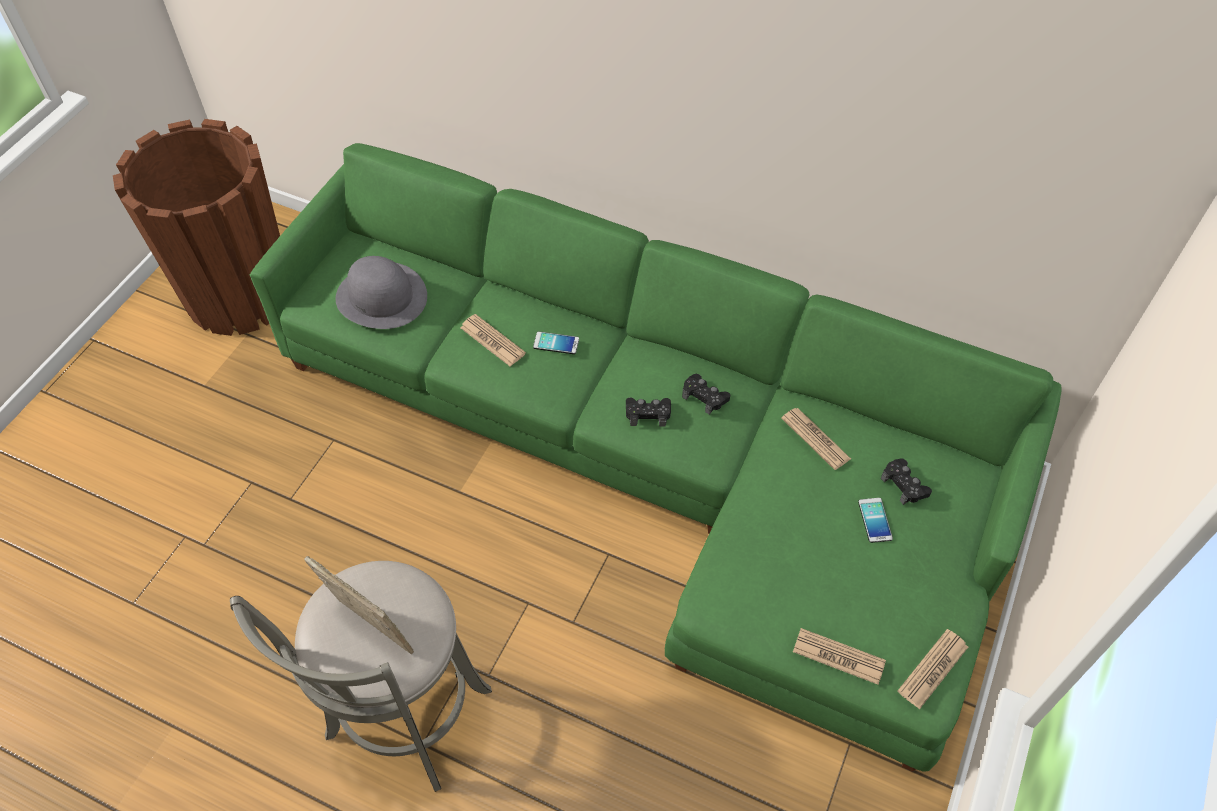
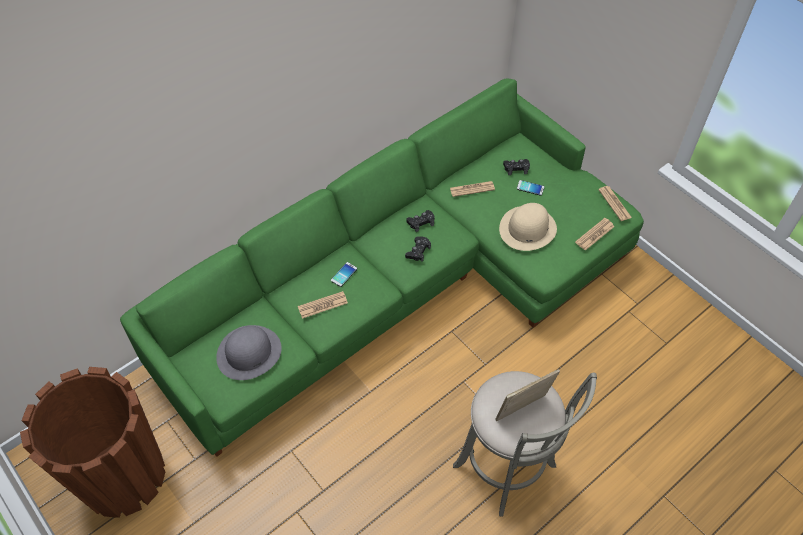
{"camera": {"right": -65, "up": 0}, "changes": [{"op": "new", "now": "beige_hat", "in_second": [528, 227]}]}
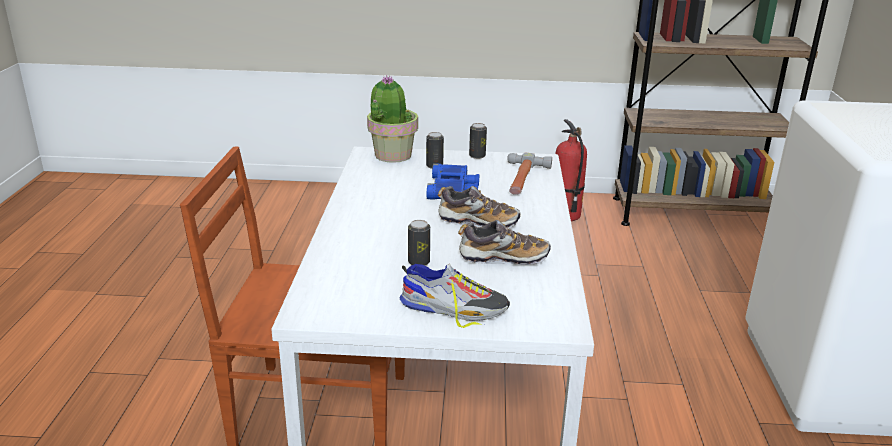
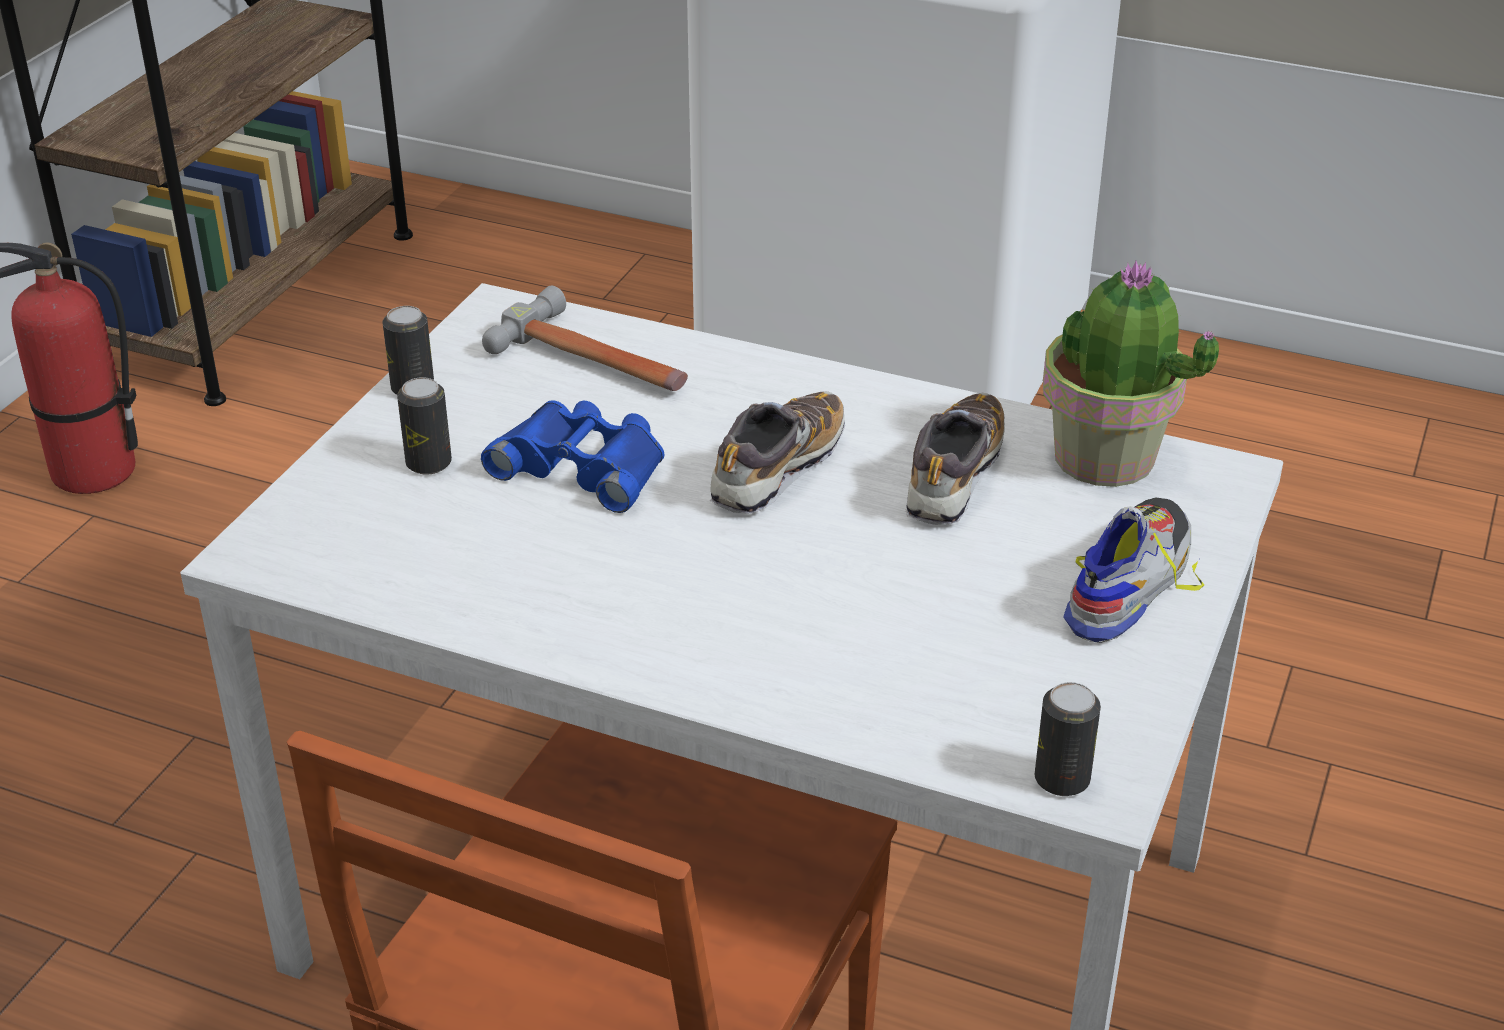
{"camera": {"right": -70, "up": 10}, "changes": [{"op": "shifted", "was": "potted_plant", "in_first": [392, 119], "in_second": [1131, 374]}, {"op": "shifted", "was": "can", "in_first": [419, 243], "in_second": [1068, 739]}]}
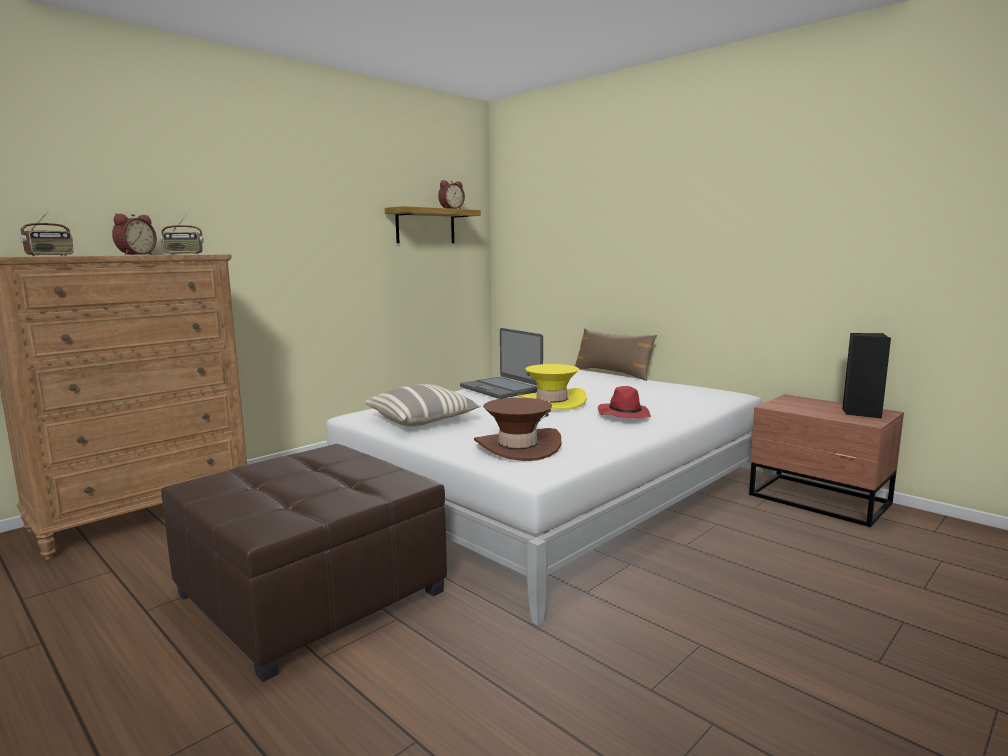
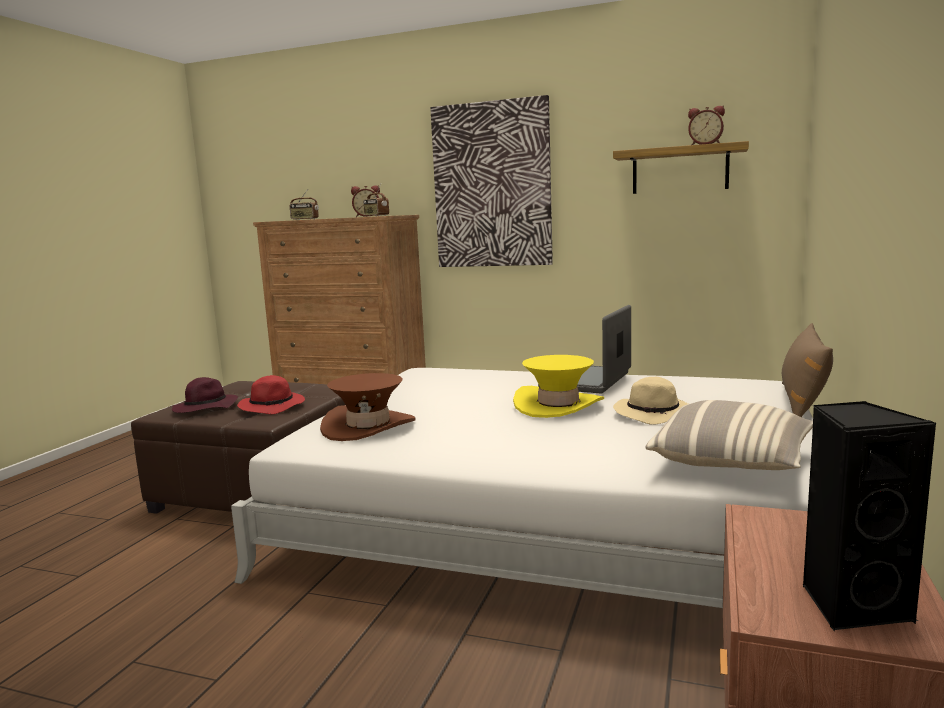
{"camera": {"right": 65, "up": 0}, "changes": [{"op": "new", "now": "purple_hat", "in_second": [205, 395]}, {"op": "new", "now": "picture", "in_second": [491, 181]}, {"op": "new", "now": "beige_hat", "in_second": [650, 401]}, {"op": "shifted", "was": "pillow", "in_first": [423, 405], "in_second": [729, 435]}, {"op": "shifted", "was": "red_hat", "in_first": [624, 402], "in_second": [271, 395]}]}
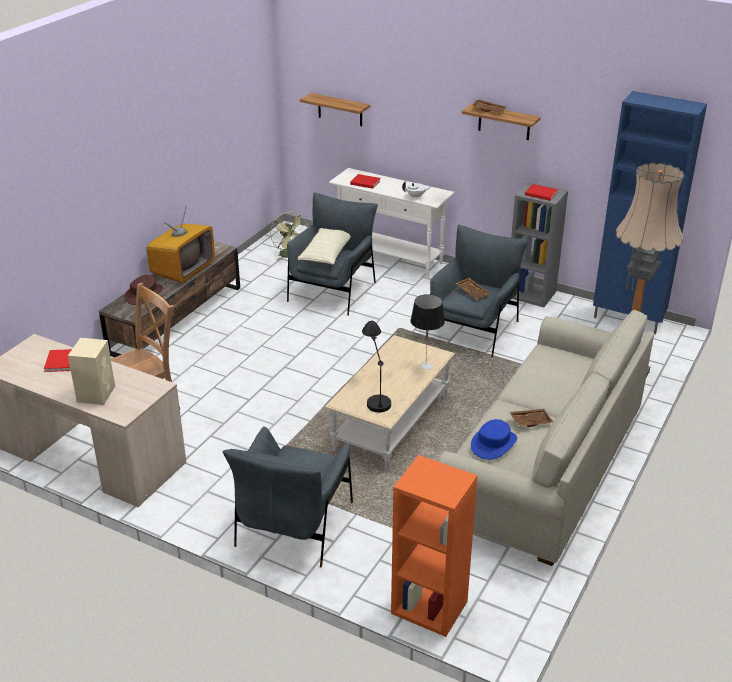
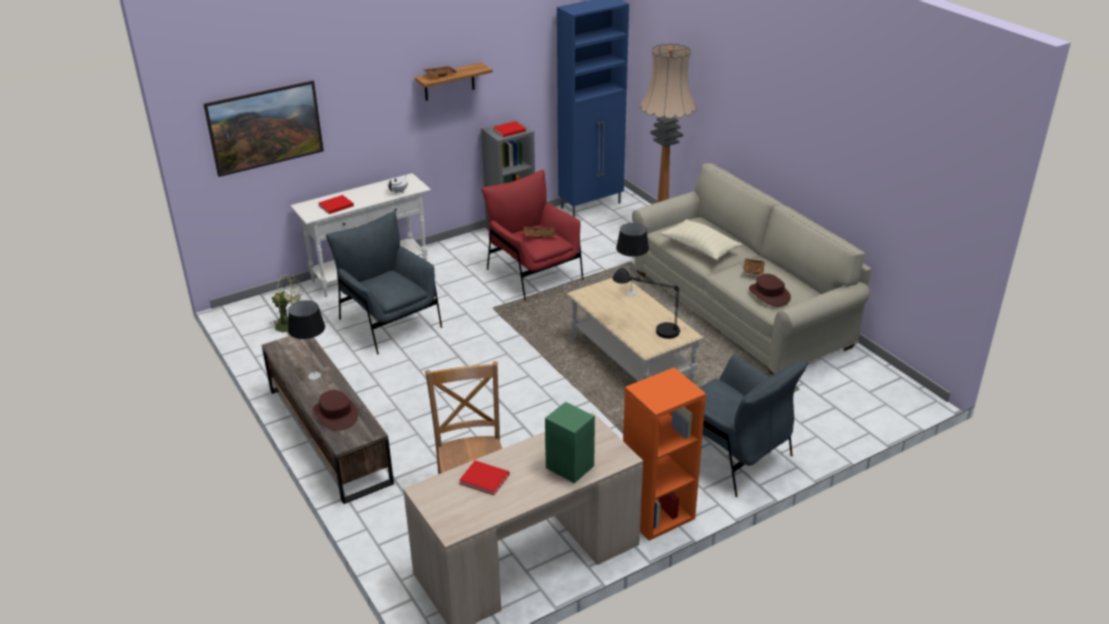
{"camera": {"right": -60, "up": 0}, "changes": [{"op": "shifted", "was": "beige_pillow", "in_first": [324, 246], "in_second": [701, 240]}, {"op": "shifted", "was": "orange_bookcase", "in_first": [434, 546], "in_second": [664, 454]}, {"op": "swapped", "was": "television", "now": "table_lamp", "in_first": [181, 244], "in_second": [306, 340]}, {"op": "swapped", "was": "shelf", "now": "picture", "in_first": [335, 109], "in_second": [263, 129]}, {"op": "repainted", "was": "beige_speaker", "now": "green_speaker", "in_first": [91, 371], "in_second": [570, 442]}, {"op": "repainted", "was": "grey_armchair", "now": "red_armchair", "in_first": [477, 290], "in_second": [532, 235]}, {"op": "repainted", "was": "blue_hat", "now": "brown_hat", "in_first": [494, 439], "in_second": [770, 290]}]}
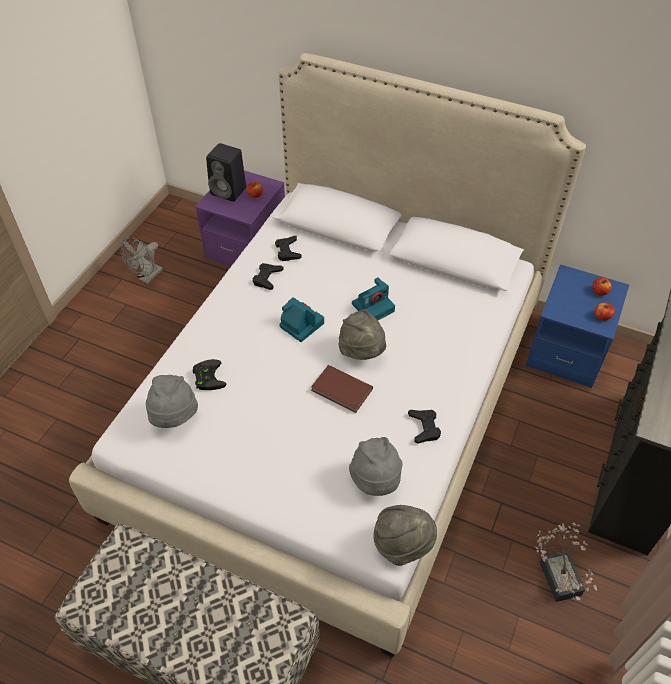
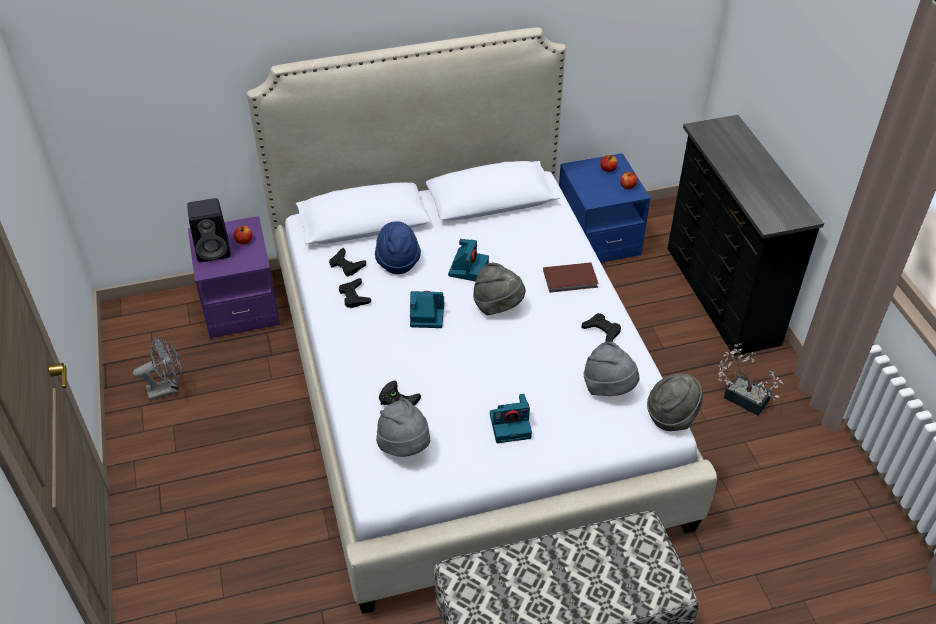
{"camera": {"right": -40, "up": -5}, "changes": [{"op": "new", "now": "blue_hat", "in_second": [398, 247]}, {"op": "new", "now": "photo_camera", "in_second": [511, 418]}, {"op": "shifted", "was": "brown_book", "in_first": [342, 389], "in_second": [571, 277]}, {"op": "rotated", "was": "grey_fan", "in_first": [142, 260], "in_second": [157, 368], "clockwise": -105}]}
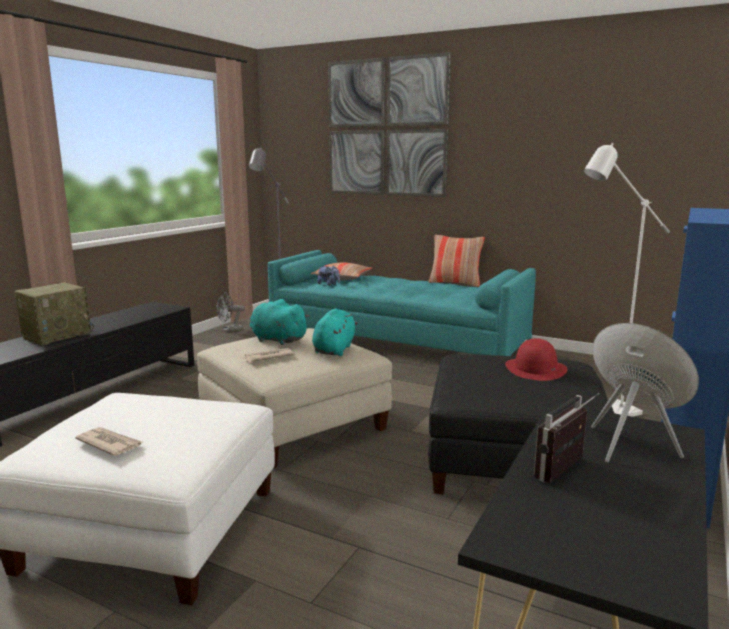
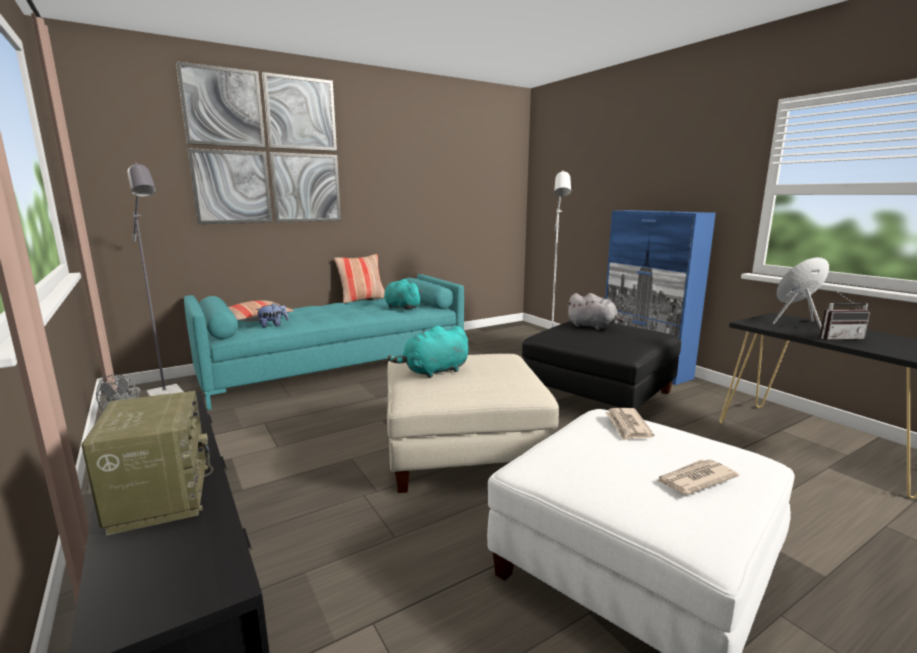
{"camera": {"right": -60, "up": 0}, "changes": [{"op": "shifted", "was": "newspaper", "in_first": [269, 355], "in_second": [629, 424]}, {"op": "shifted", "was": "turquoise_plush_toy", "in_first": [335, 332], "in_second": [403, 294]}, {"op": "swapped", "was": "red_hat", "now": "grey_plush_toy", "in_first": [536, 359], "in_second": [595, 311]}, {"op": "rotated", "was": "radio", "in_first": [566, 438], "in_second": [845, 315], "clockwise": -75}]}
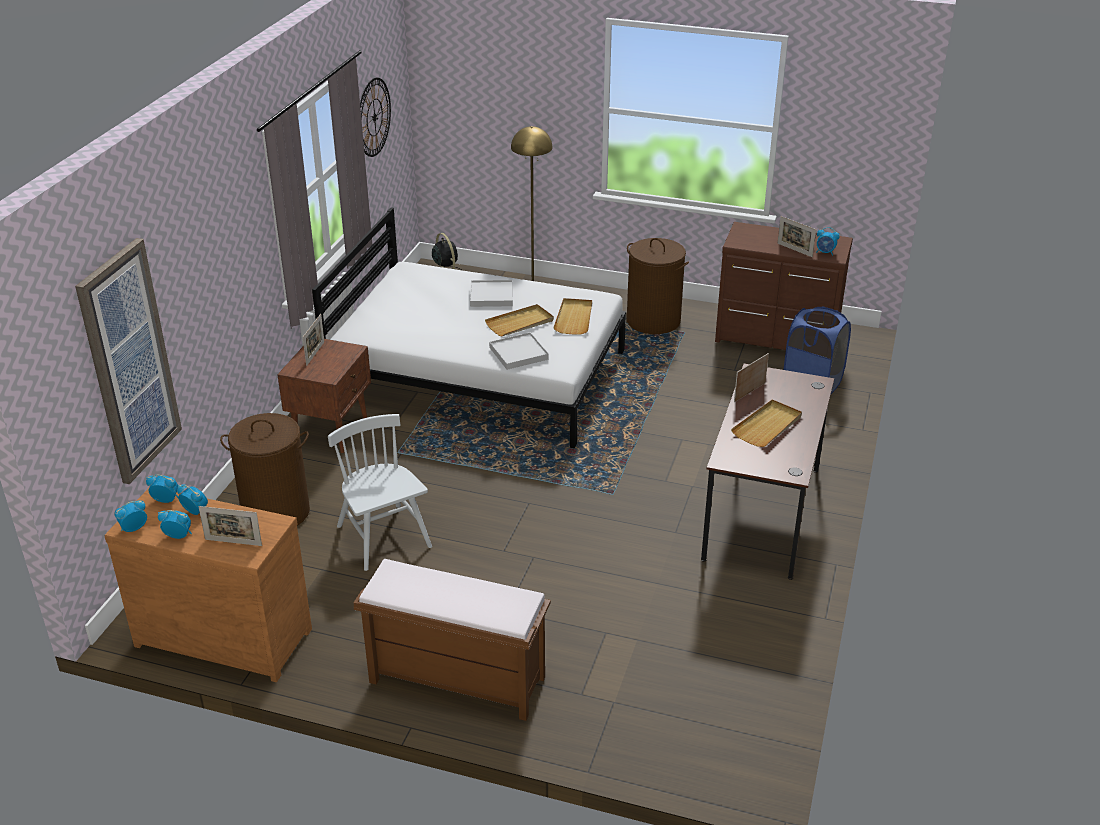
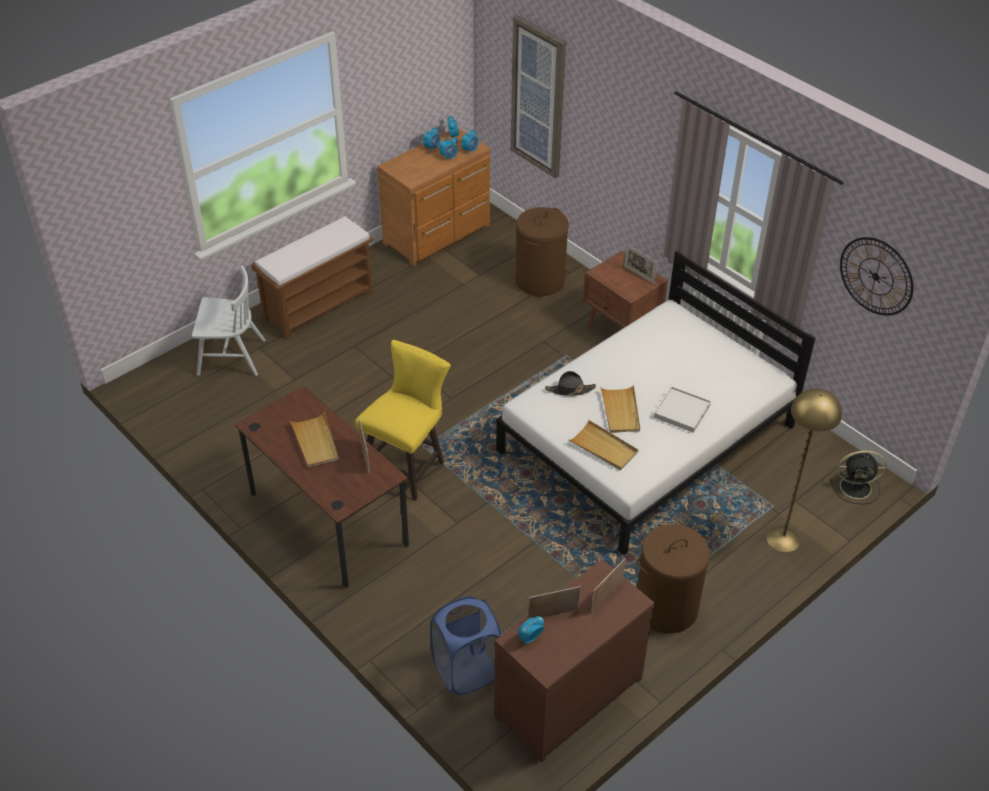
{"camera": {"right": 120, "up": 10}, "changes": [{"op": "new", "now": "yellow_stool", "in_second": [403, 420]}, {"op": "shifted", "was": "picture_frame", "in_first": [230, 526], "in_second": [609, 585]}, {"op": "shifted", "was": "white_chair", "in_first": [380, 492], "in_second": [228, 321]}, {"op": "swapped", "was": "white_tray", "now": "black_hat", "in_first": [519, 351], "in_second": [570, 383]}]}
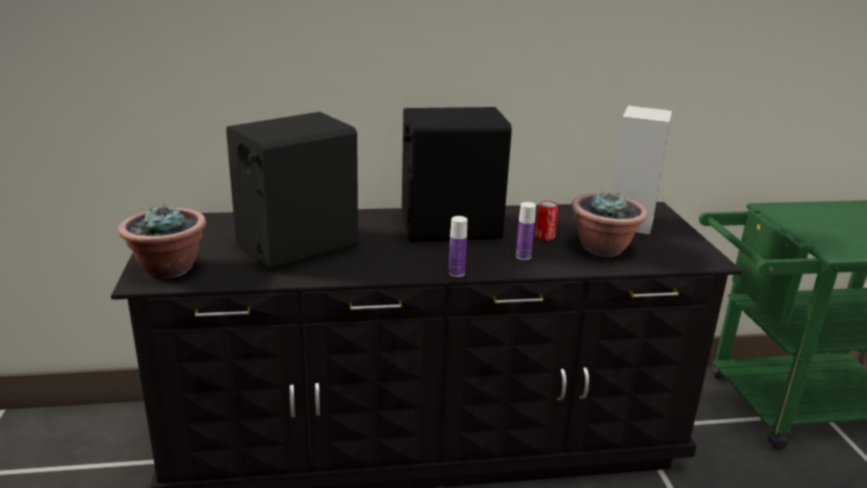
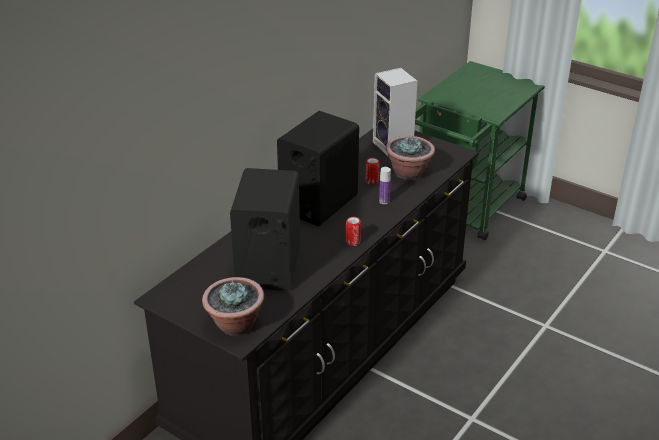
{"camera": {"right": -45, "up": 10}, "changes": [{"op": "gone", "was": "bottle", "in_first": [457, 246]}, {"op": "new", "now": "can", "in_second": [353, 231]}]}
